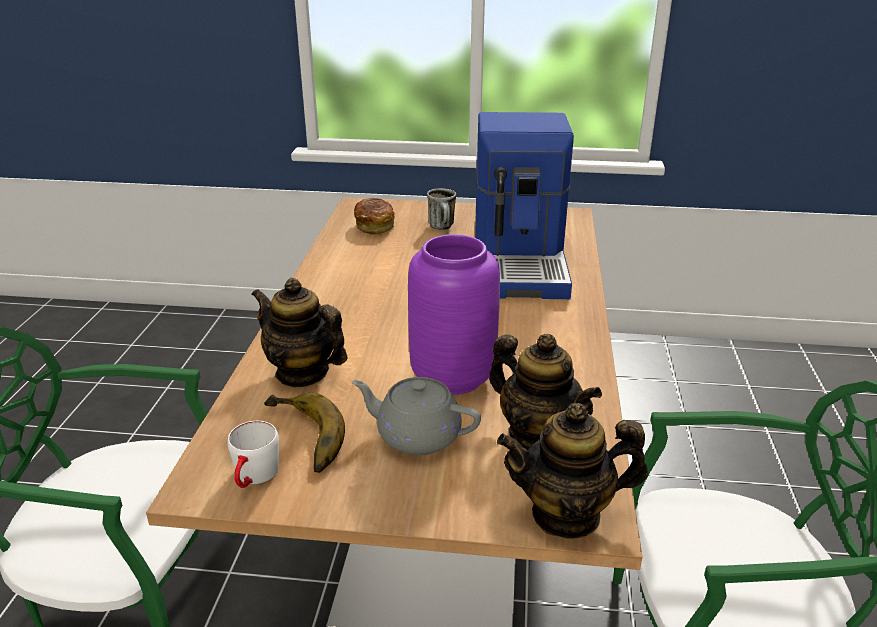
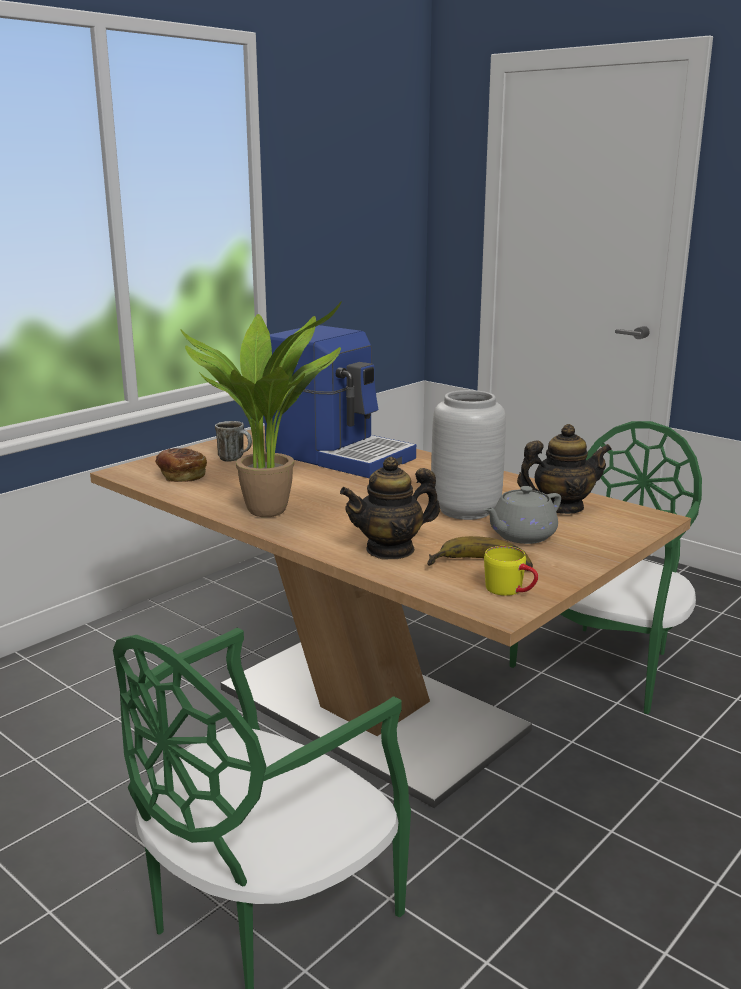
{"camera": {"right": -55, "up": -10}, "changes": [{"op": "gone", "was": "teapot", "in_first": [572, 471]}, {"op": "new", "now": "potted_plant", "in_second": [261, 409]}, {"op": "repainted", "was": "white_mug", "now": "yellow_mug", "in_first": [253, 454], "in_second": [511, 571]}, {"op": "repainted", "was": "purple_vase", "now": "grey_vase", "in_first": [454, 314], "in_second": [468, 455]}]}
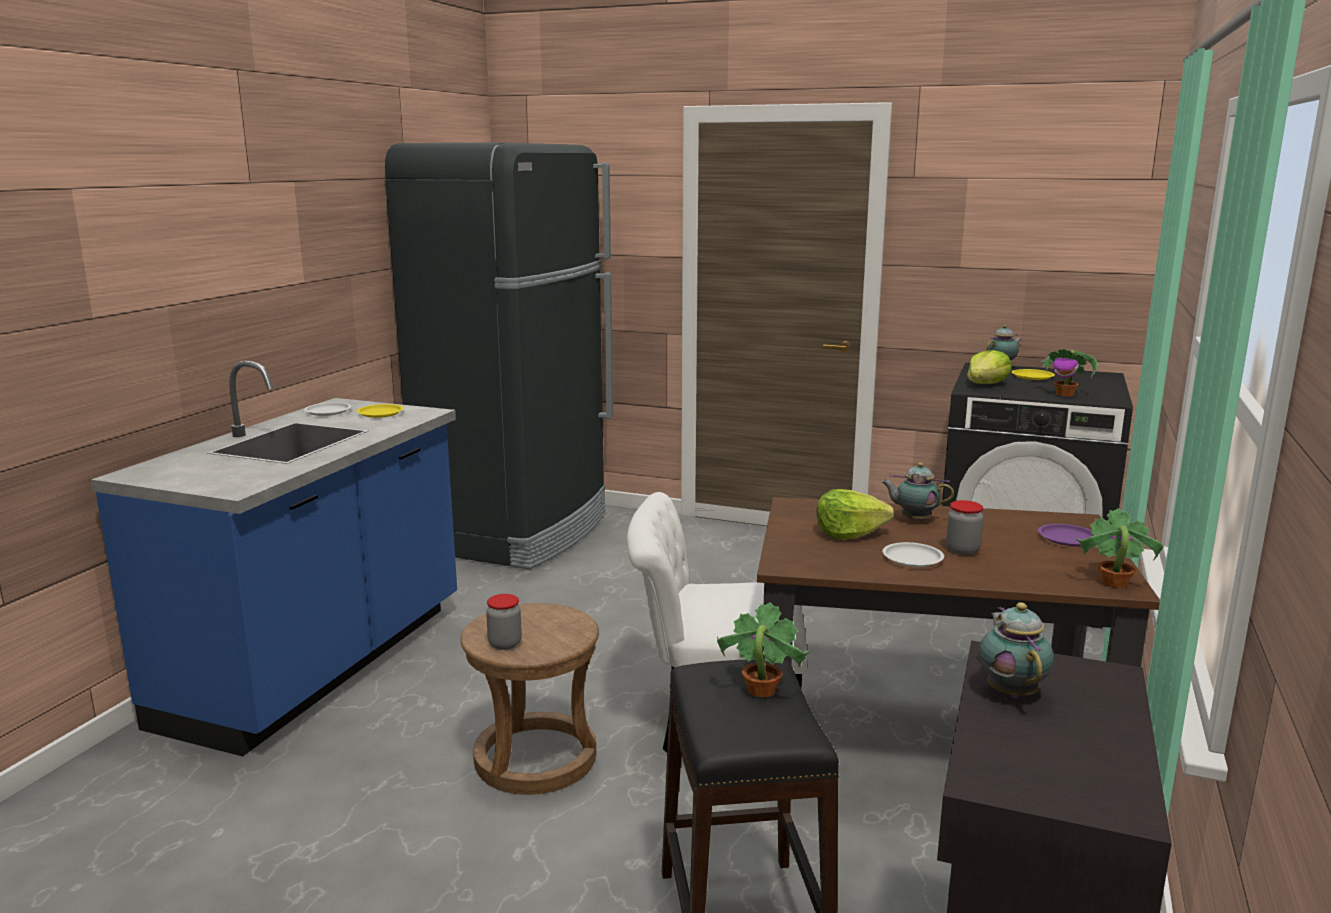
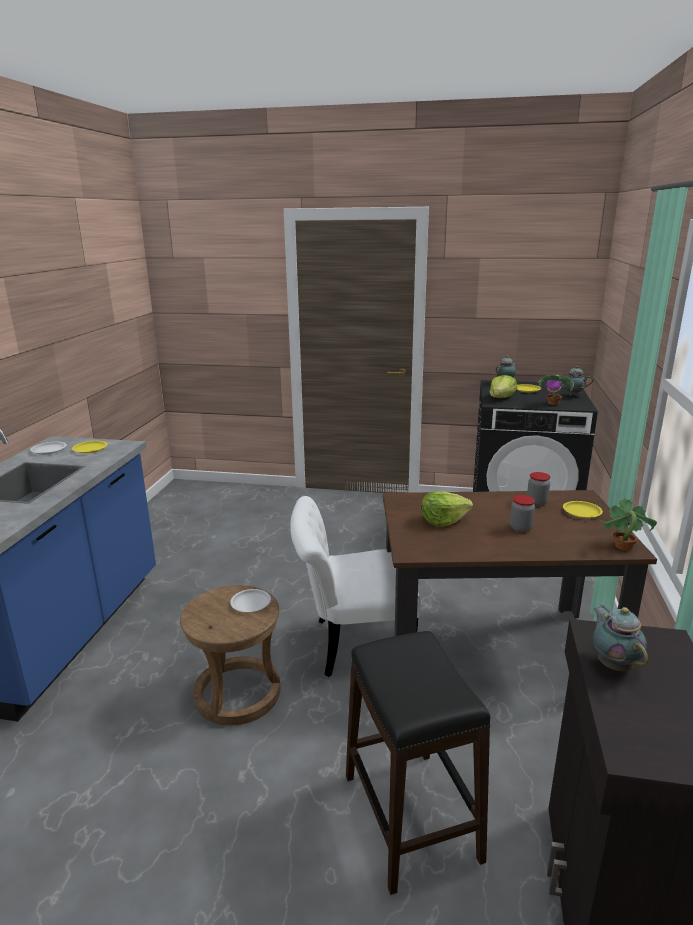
{"camera": {"right": -10, "up": 5}, "changes": [{"op": "gone", "was": "black_fridge", "in_first": [499, 356]}, {"op": "gone", "was": "potted_plant", "in_first": [764, 649]}, {"op": "shifted", "was": "jar", "in_first": [504, 622], "in_second": [538, 489]}, {"op": "shifted", "was": "teapot", "in_first": [917, 491], "in_second": [576, 381]}, {"op": "shifted", "was": "white_plate", "in_first": [913, 554], "in_second": [250, 600]}, {"op": "repainted", "was": "purple_plate", "now": "yellow_plate", "in_first": [1066, 535], "in_second": [583, 509]}]}
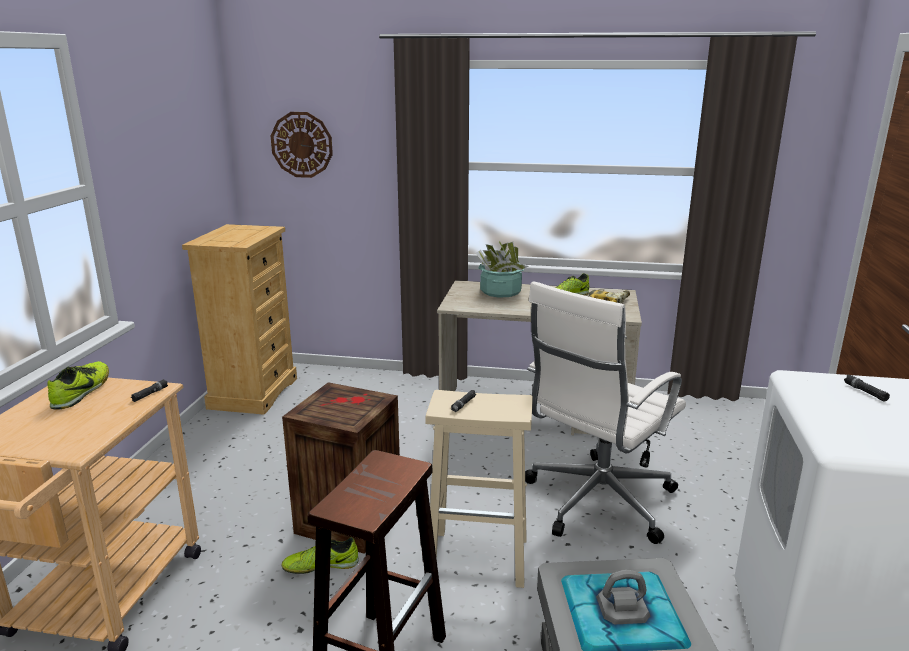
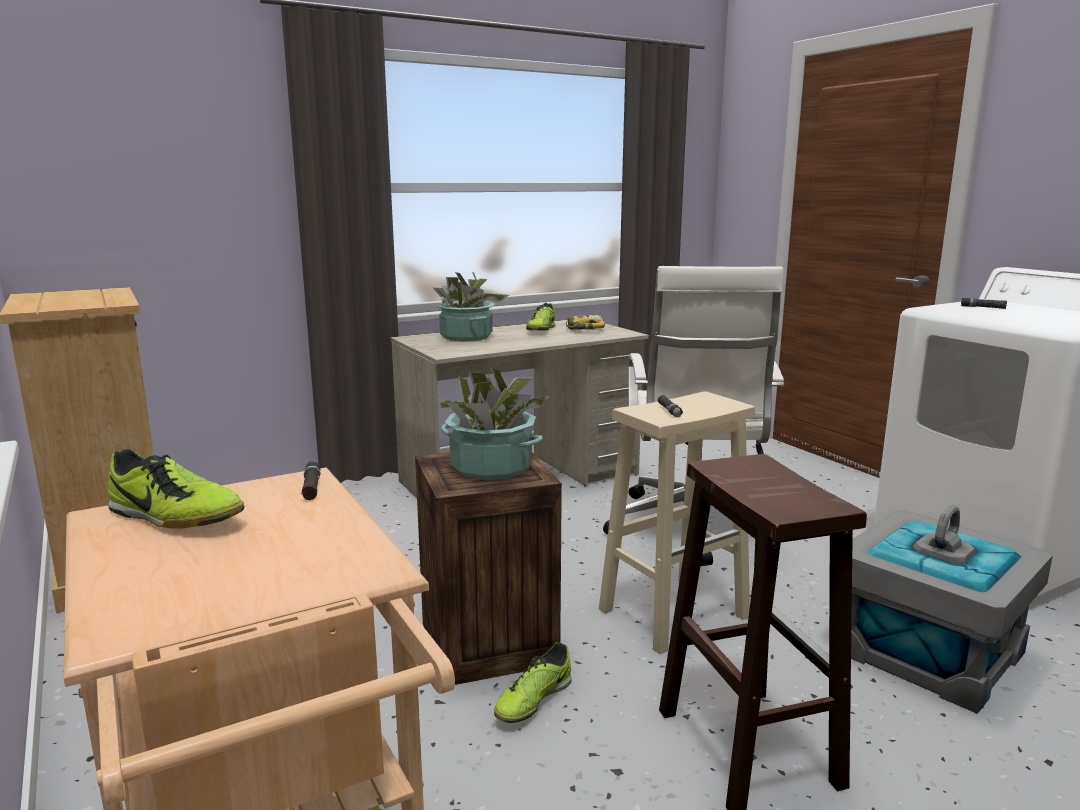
{"camera": {"right": -40, "up": -5}, "changes": [{"op": "gone", "was": "wall_clock", "in_first": [302, 145]}, {"op": "new", "now": "potted_plant", "in_second": [494, 423]}, {"op": "rotated", "was": "shoe", "in_first": [78, 385], "in_second": [176, 488], "clockwise": 150}]}
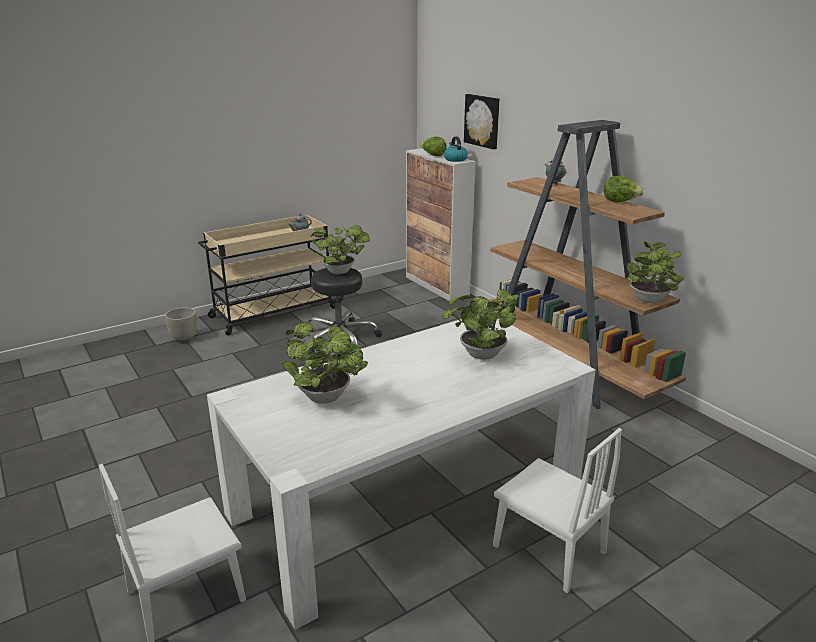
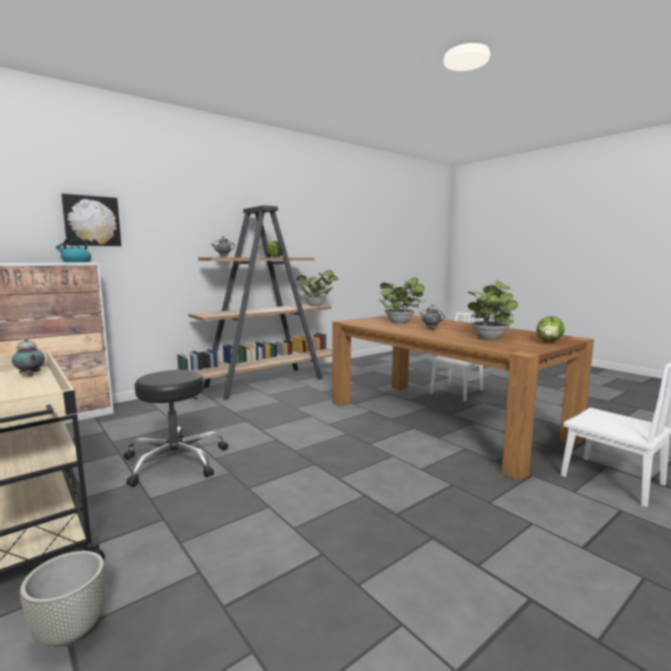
{"camera": {"right": -95, "up": -15}, "changes": [{"op": "gone", "was": "potted_plant", "in_first": [340, 249]}, {"op": "new", "now": "teapot", "in_second": [432, 317]}, {"op": "shifted", "was": "lettuce", "in_first": [433, 146], "in_second": [550, 329]}, {"op": "repainted", "was": "white_dining_table", "now": "brown_dining_table", "in_first": [401, 474], "in_second": [463, 398]}]}
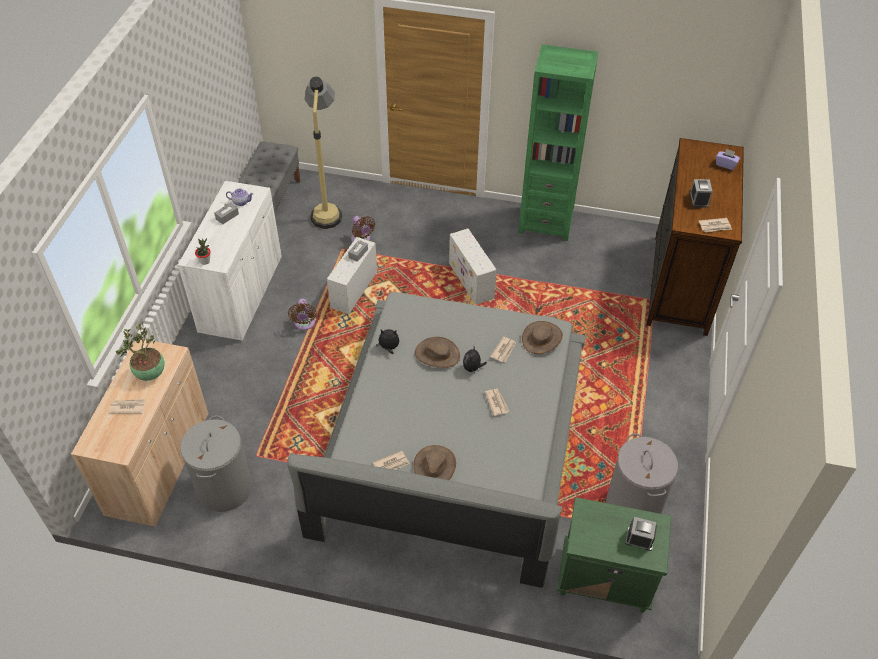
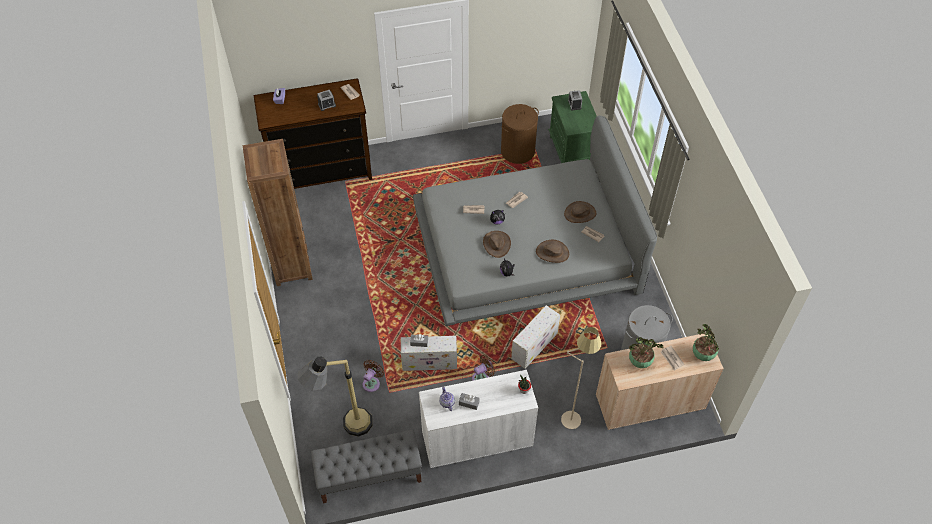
{"camera": {"right": -115, "up": 5}, "changes": [{"op": "new", "now": "beige_floor_lamp", "in_second": [581, 378]}, {"op": "new", "now": "potted_plant", "in_second": [706, 342]}, {"op": "shifted", "was": "white_storage_box", "in_first": [473, 266], "in_second": [535, 337]}, {"op": "shifted", "was": "brown_hat", "in_first": [542, 337], "in_second": [552, 251]}, {"op": "repainted", "was": "green_bookcase", "now": "brown_bookcase", "in_first": [558, 143], "in_second": [278, 212]}, {"op": "repainted", "was": "grey_laundry_basket", "now": "brown_laundry_basket", "in_first": [642, 473], "in_second": [520, 134]}]}
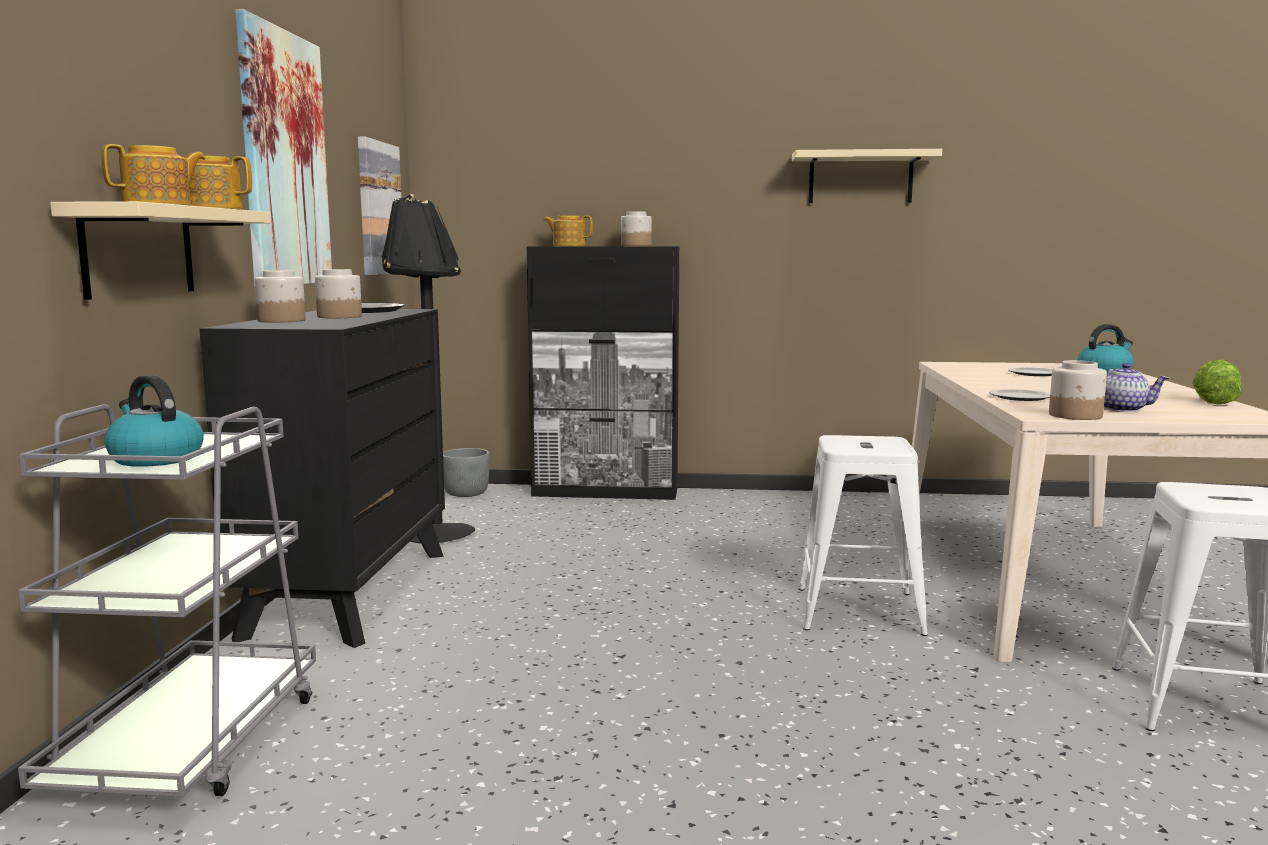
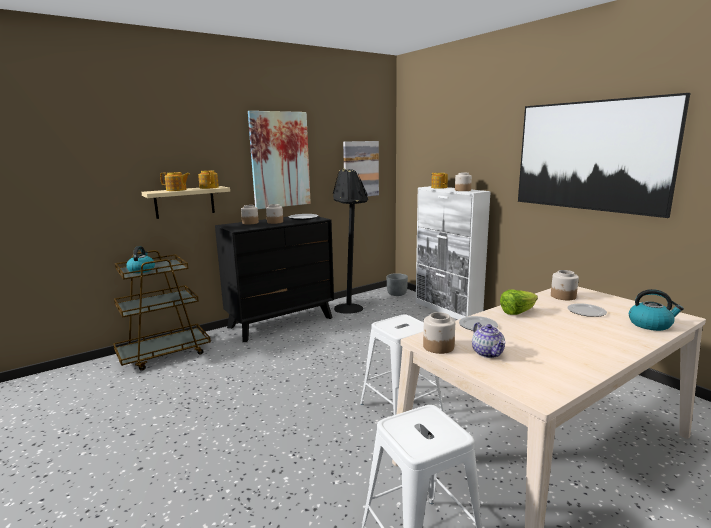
{"camera": {"right": 50, "up": 5}, "changes": [{"op": "new", "now": "jar", "in_second": [565, 285]}, {"op": "shifted", "was": "lettuce", "in_first": [1216, 381], "in_second": [519, 302]}, {"op": "swapped", "was": "beige_shelf", "now": "picture", "in_first": [867, 176], "in_second": [604, 155]}, {"op": "repainted", "was": "grey_cart", "now": "brown_cart", "in_first": [167, 600], "in_second": [162, 310]}, {"op": "repainted", "was": "black_cabinet", "now": "white_cabinet", "in_first": [603, 373], "in_second": [453, 253]}]}
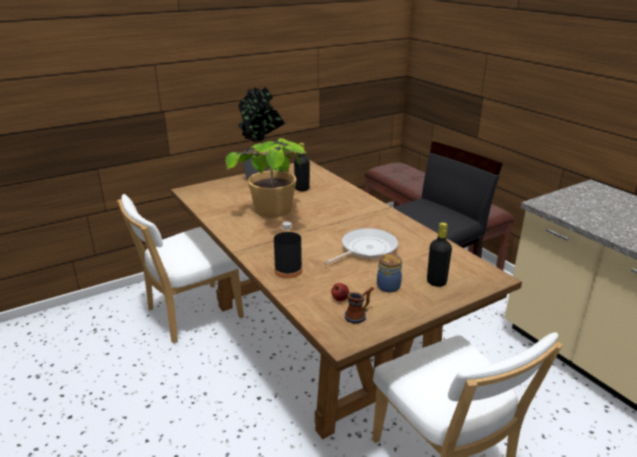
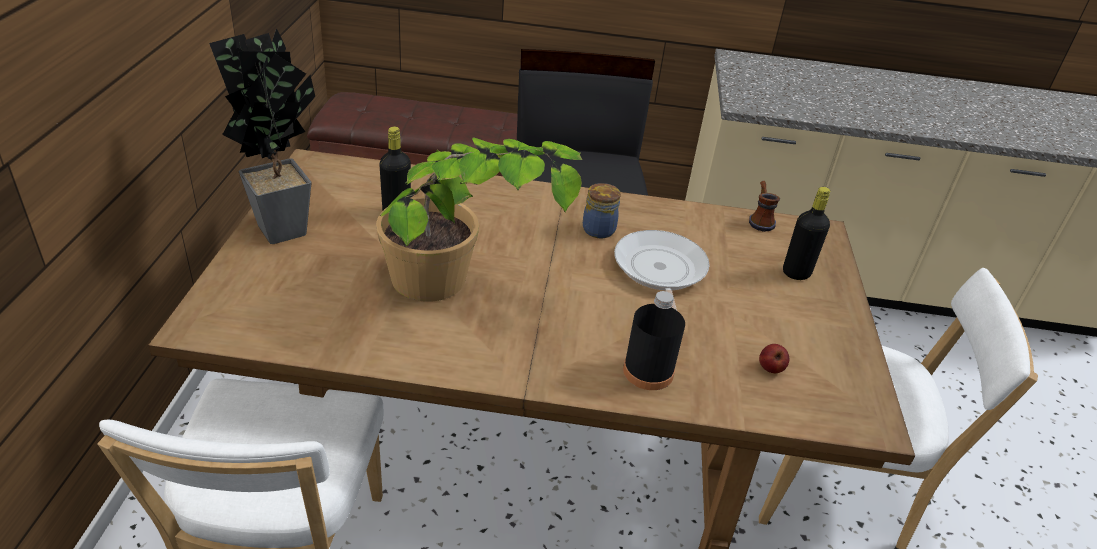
{"camera": {"right": -55, "up": 10}, "changes": [{"op": "shifted", "was": "mug", "in_first": [359, 305], "in_second": [764, 206]}, {"op": "shifted", "was": "jar", "in_first": [389, 273], "in_second": [602, 210]}]}
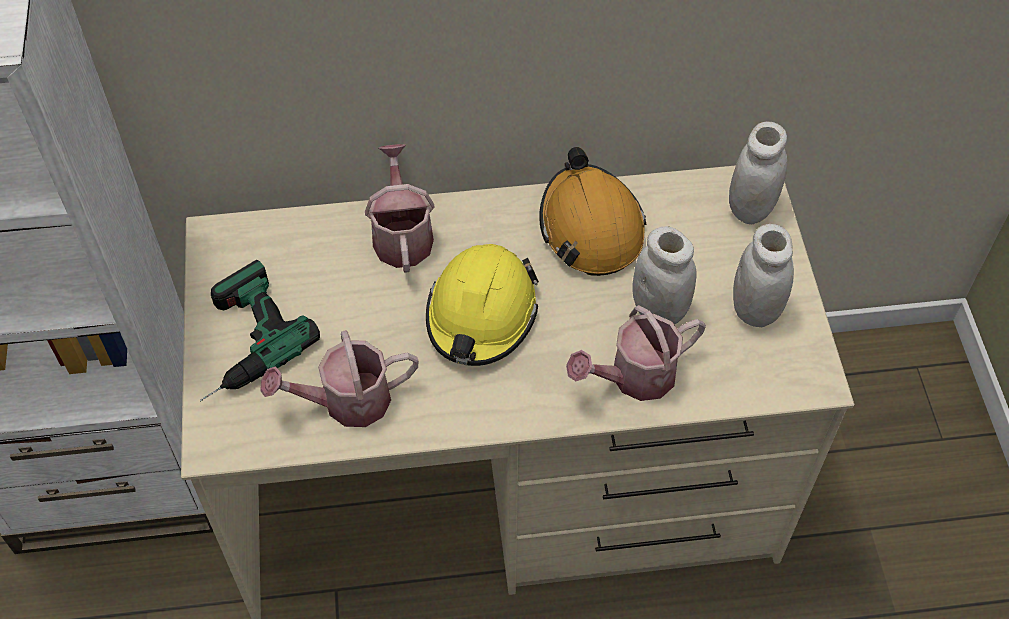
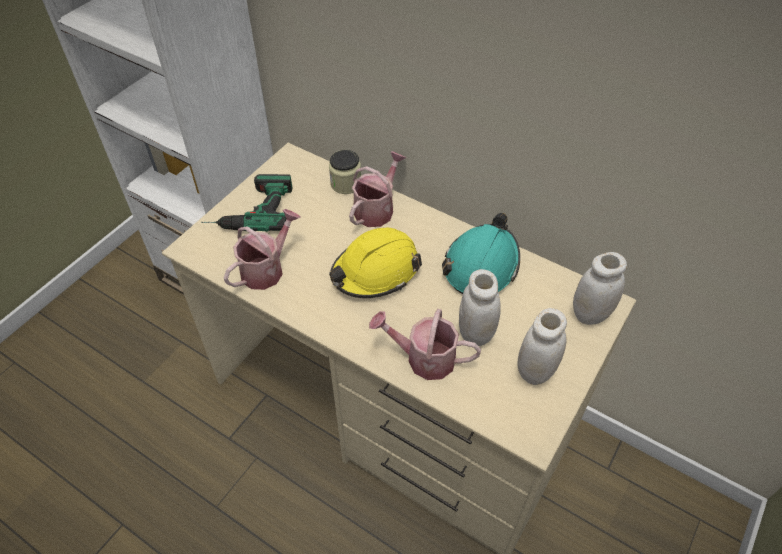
{"camera": {"right": 40, "up": -5}, "changes": [{"op": "new", "now": "jar", "in_second": [345, 172]}, {"op": "repainted", "was": "orange_hard_hat", "now": "turquoise_hard_hat", "in_first": [593, 211], "in_second": [481, 253]}, {"op": "rotated", "was": "watering_can", "in_first": [339, 378], "in_second": [262, 249], "clockwise": 105}]}
